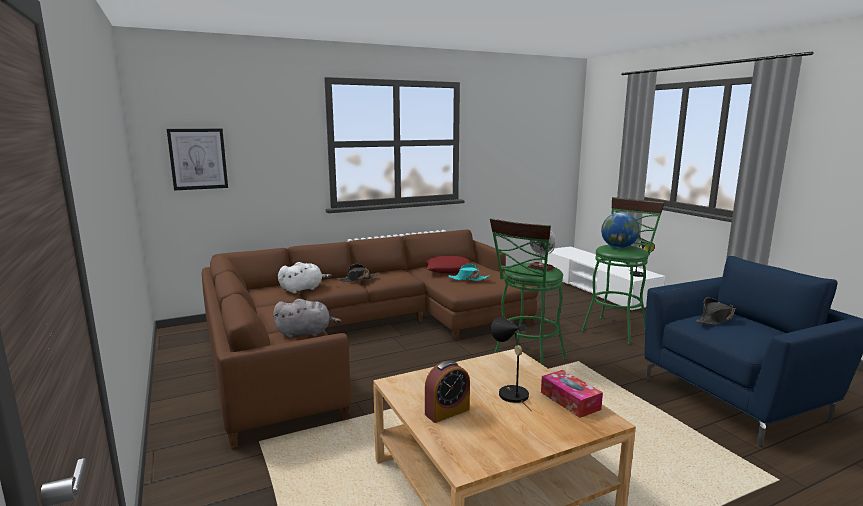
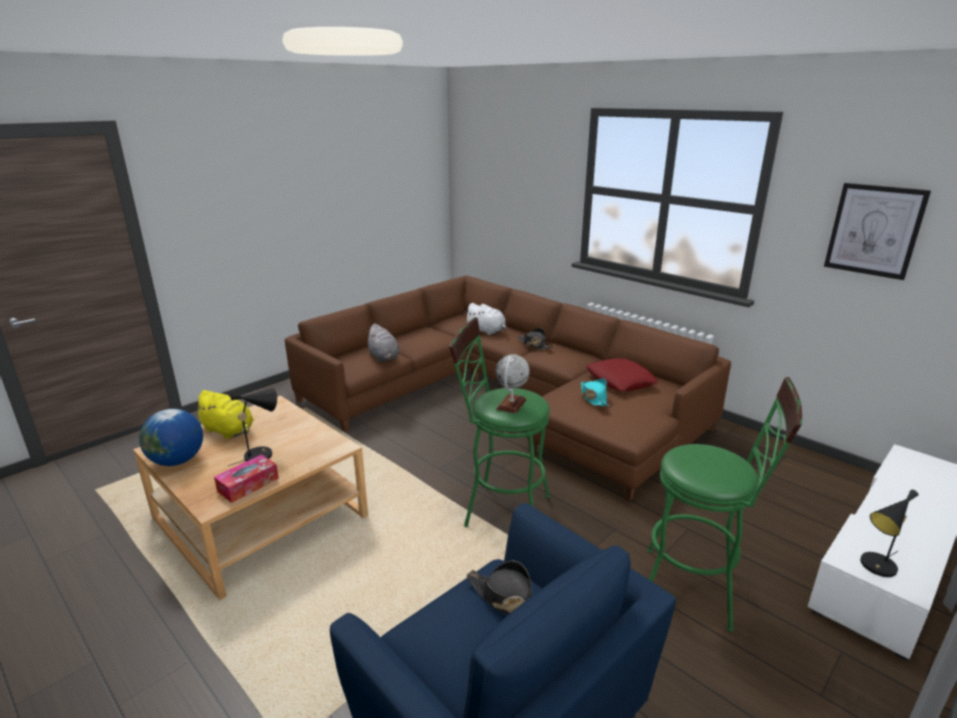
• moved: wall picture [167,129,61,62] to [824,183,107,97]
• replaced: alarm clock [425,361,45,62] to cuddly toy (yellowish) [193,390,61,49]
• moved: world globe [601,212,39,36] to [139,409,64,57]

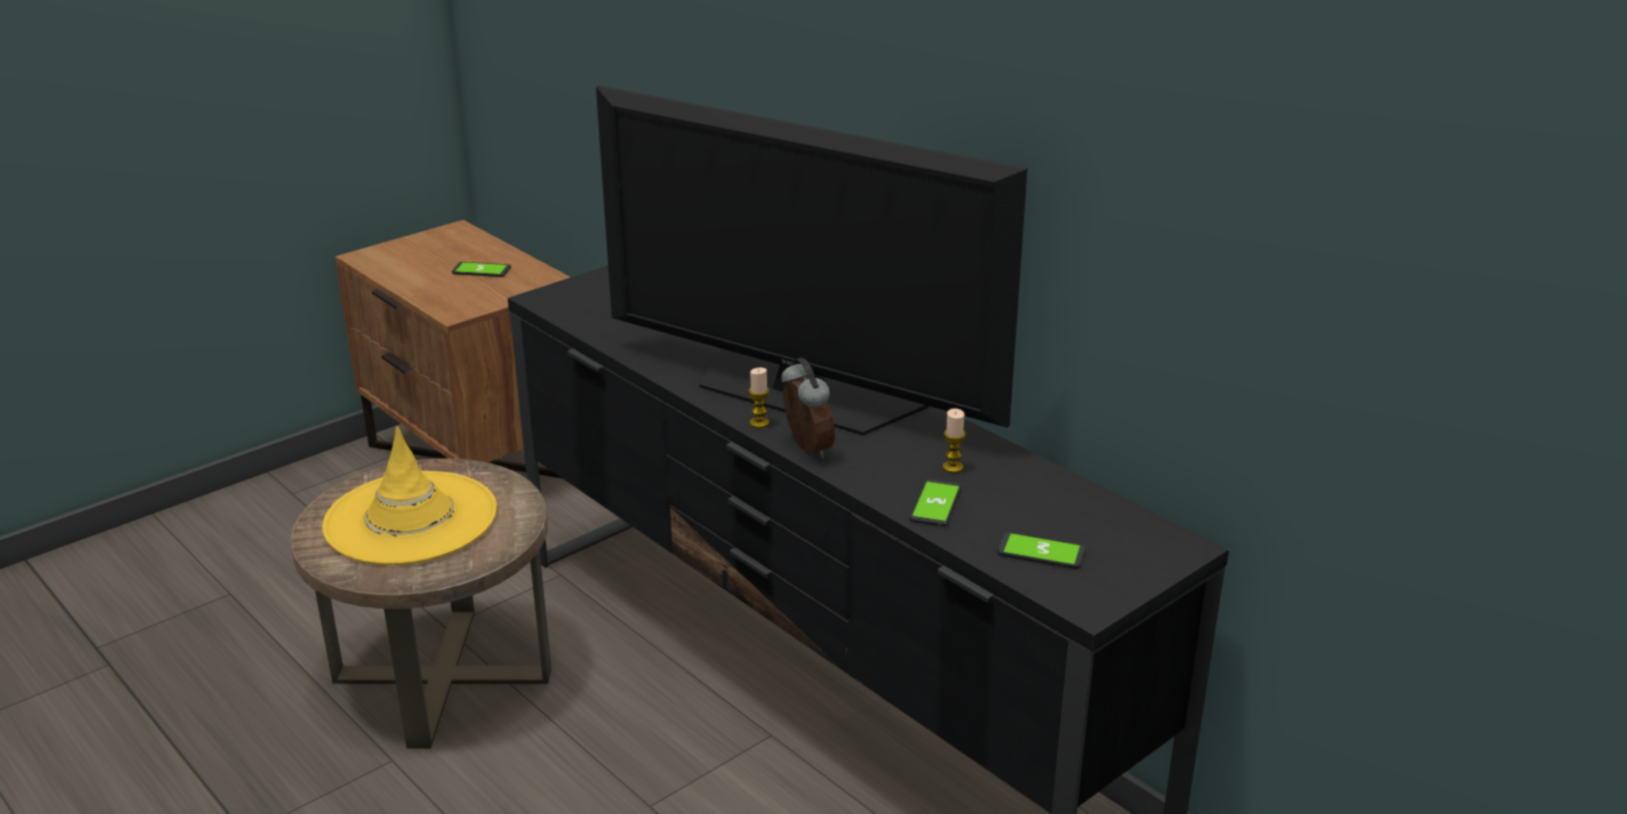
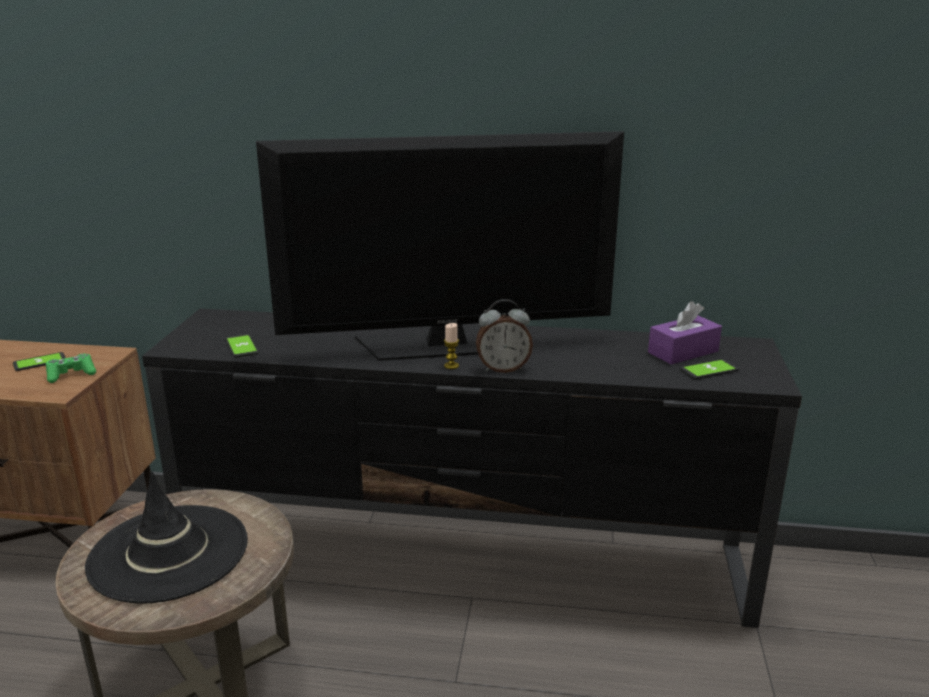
• recoloured: hat (yellowish) [322,426,175,139] to hat (blackish) [85,471,163,133]
• turned: alarm clock [781,358,54,100] = [476,299,57,74] 150 degrees clockwise
• moved: handset [909,479,53,47] to [225,334,34,24]
• removed: wax candle [943,408,23,65]
• added: gamepad (green-coloured) [46,353,50,30]
• added: tissue box (purplish) [648,301,74,64]

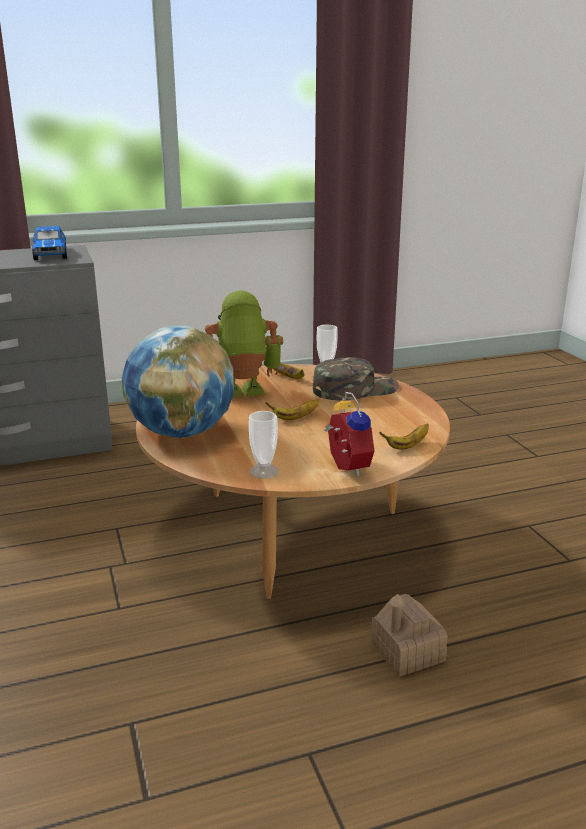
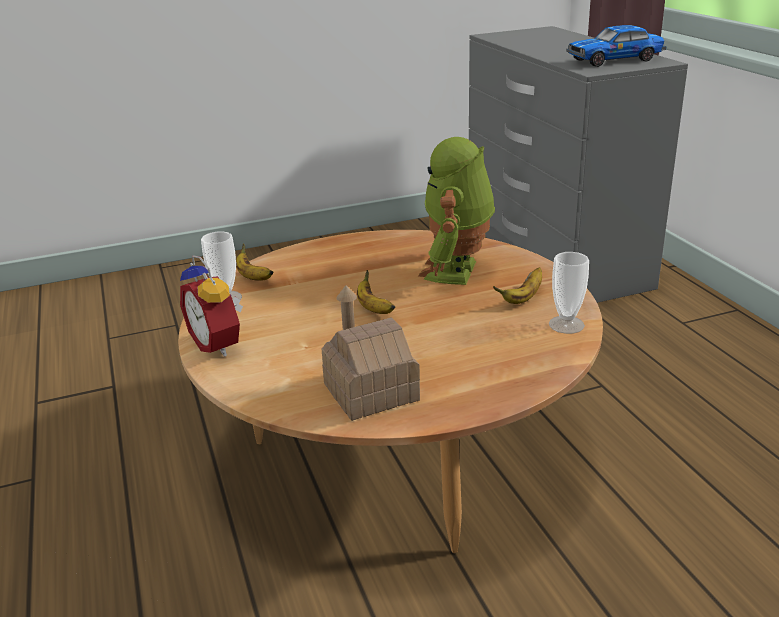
• removed: world globe [122,325,112,113]
• turned: model robot [205,291,78,107] = [418,137,77,148] 150 degrees counterclockwise
• removed: baseball cap (green-coloured) [313,357,86,44]
• turned: alarm clock [324,392,50,84] = [180,255,63,102] 75 degrees clockwise
• moved: model house [372,594,75,83] to [322,285,98,136]
• moved: whole banana [379,424,50,26] to [236,243,38,38]

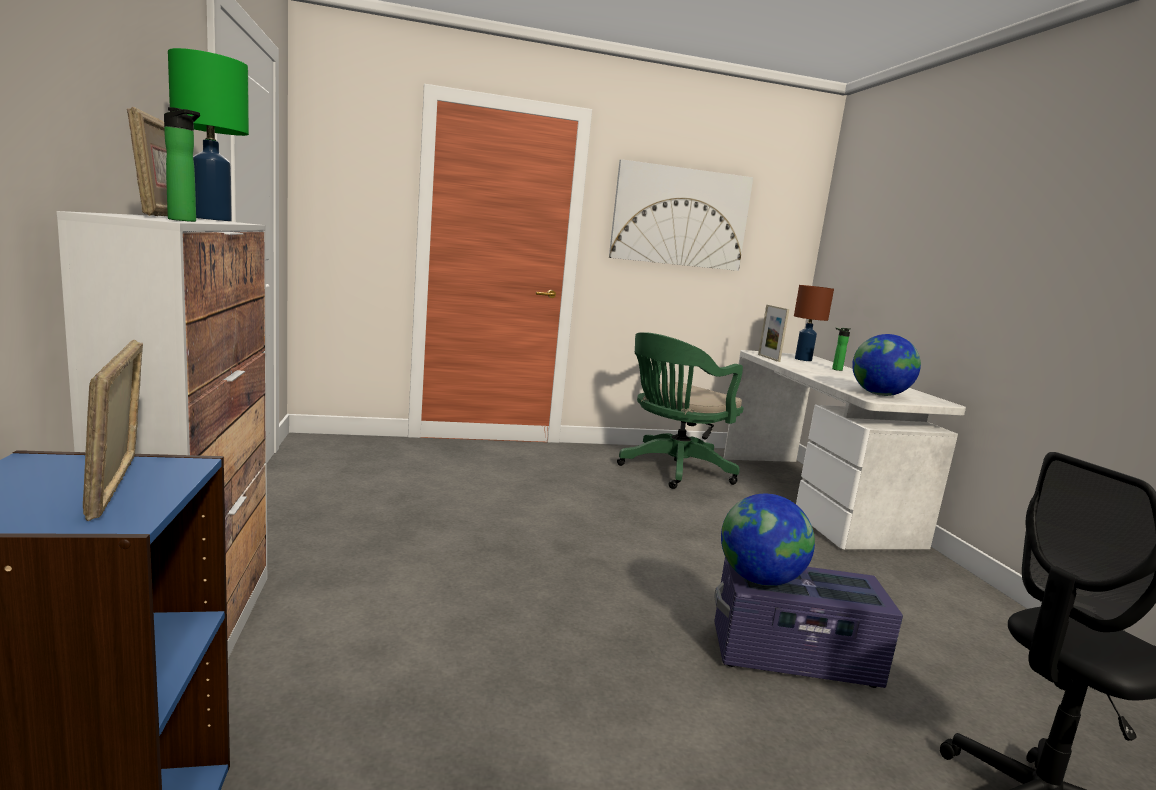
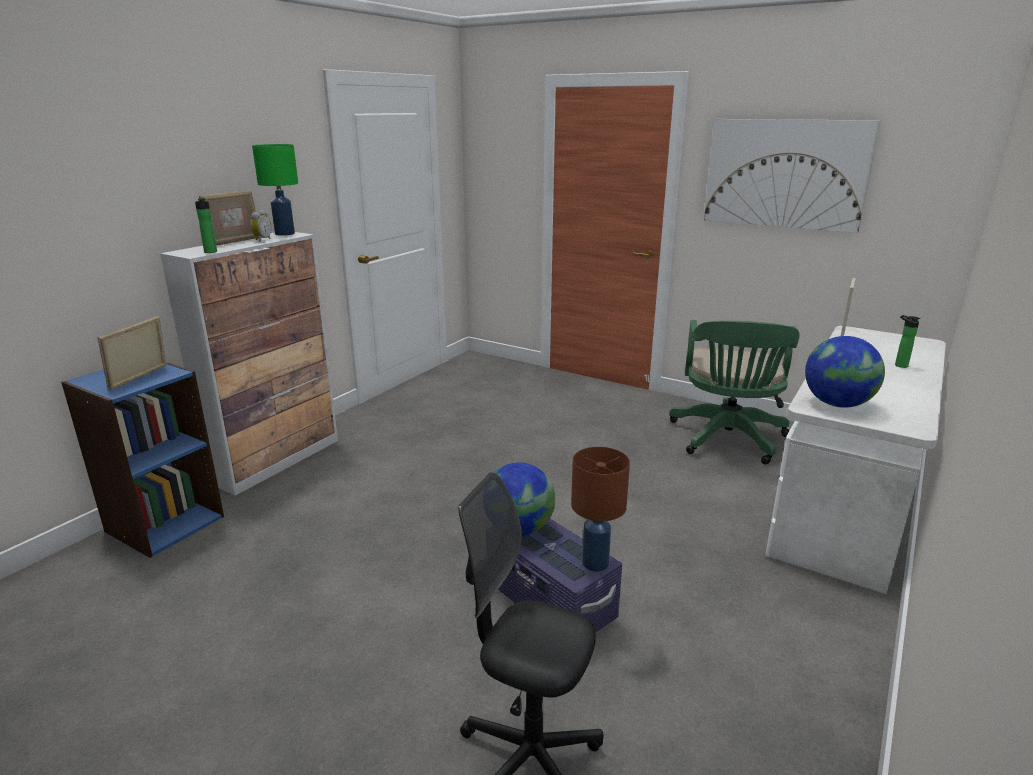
• turned: computer chair (green-coloured) [617,332,127,157] = [669,320,131,144] 75 degrees counterclockwise
• moved: lamp for a table (brownish) [794,285,40,76] to [571,447,59,125]
• added: alarm clock [250,210,22,32]

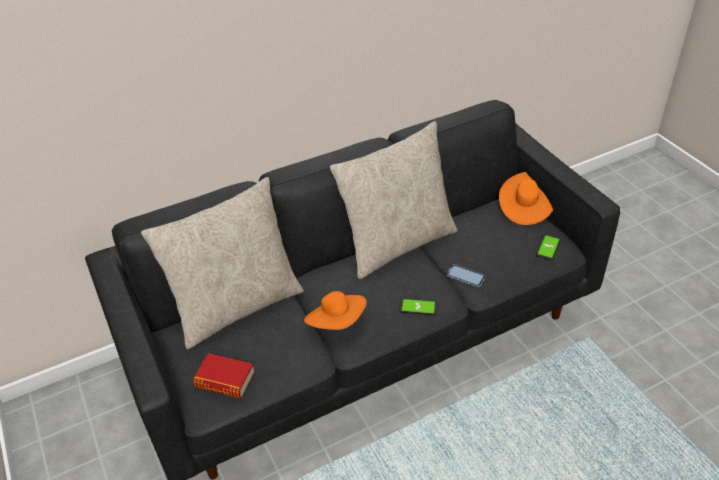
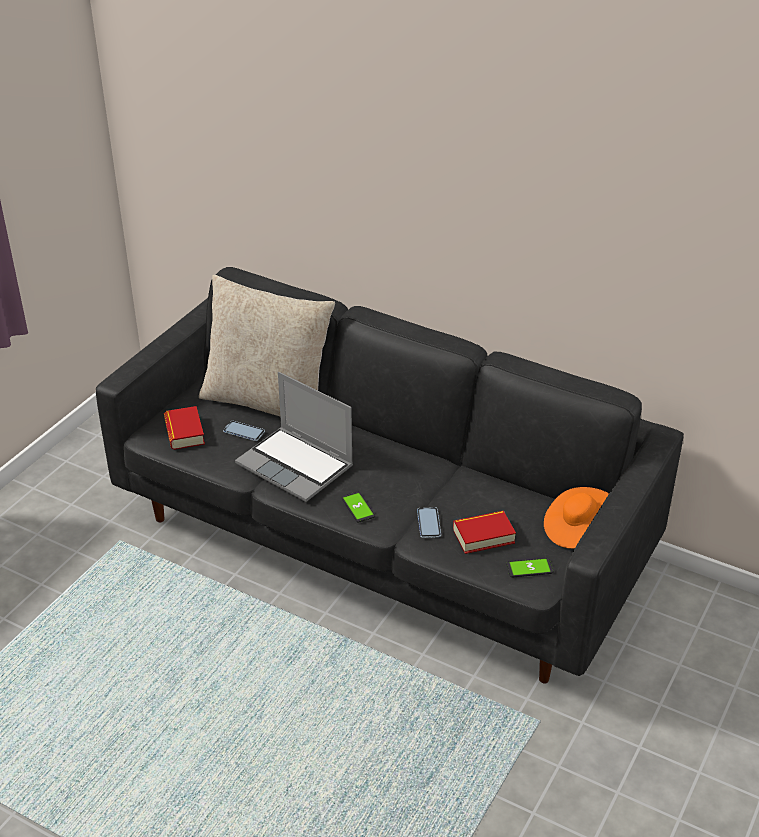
• replaced: hat (orange-coloured) [304,291,63,39] to portable computer [235,372,118,130]
• removed: pillow (beige-coloured) [330,121,128,158]
• added: handset [223,421,42,20]
• added: volume [453,511,63,43]

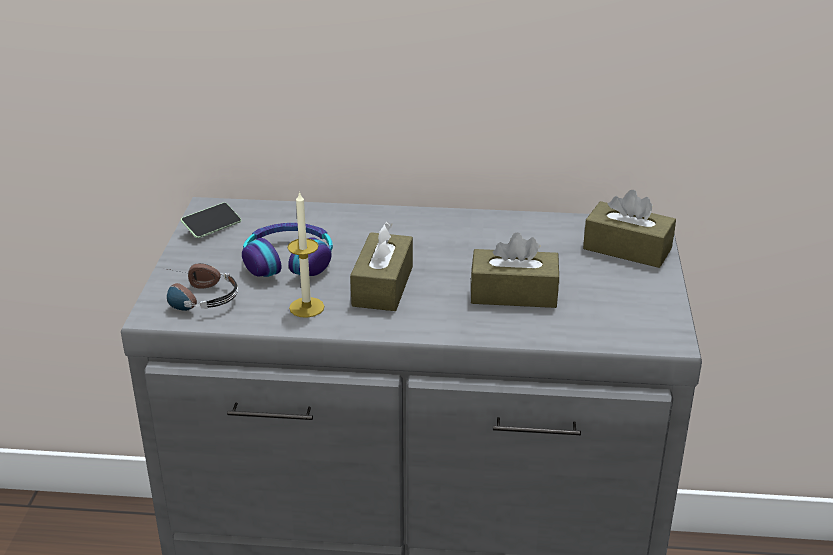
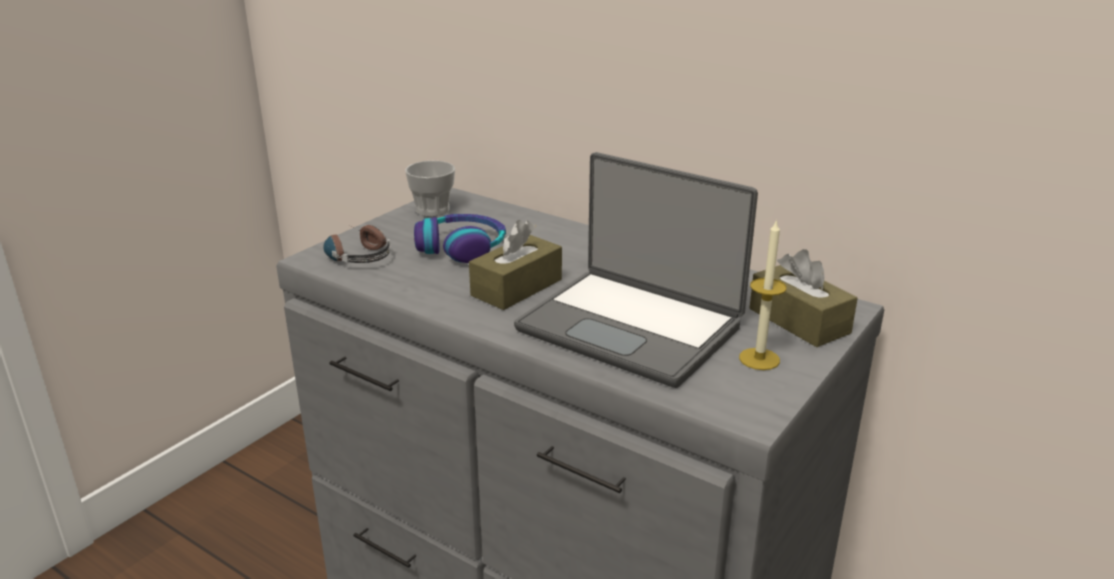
• replaced: handset [181,203,60,35] to cup [405,161,50,55]
• moved: wax candle [287,191,38,127] to [739,219,48,151]
• replaced: tissue box (brownish) [470,232,89,76] to portable computer [514,152,244,236]

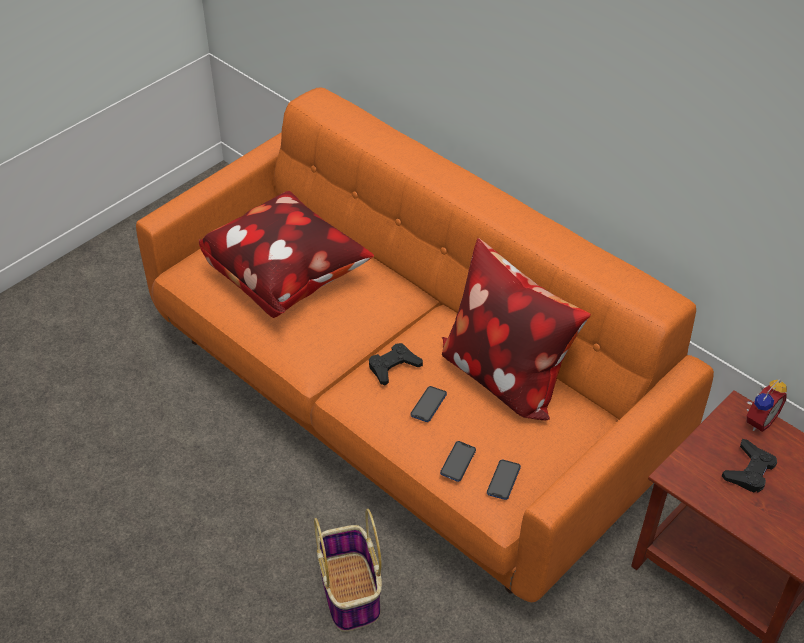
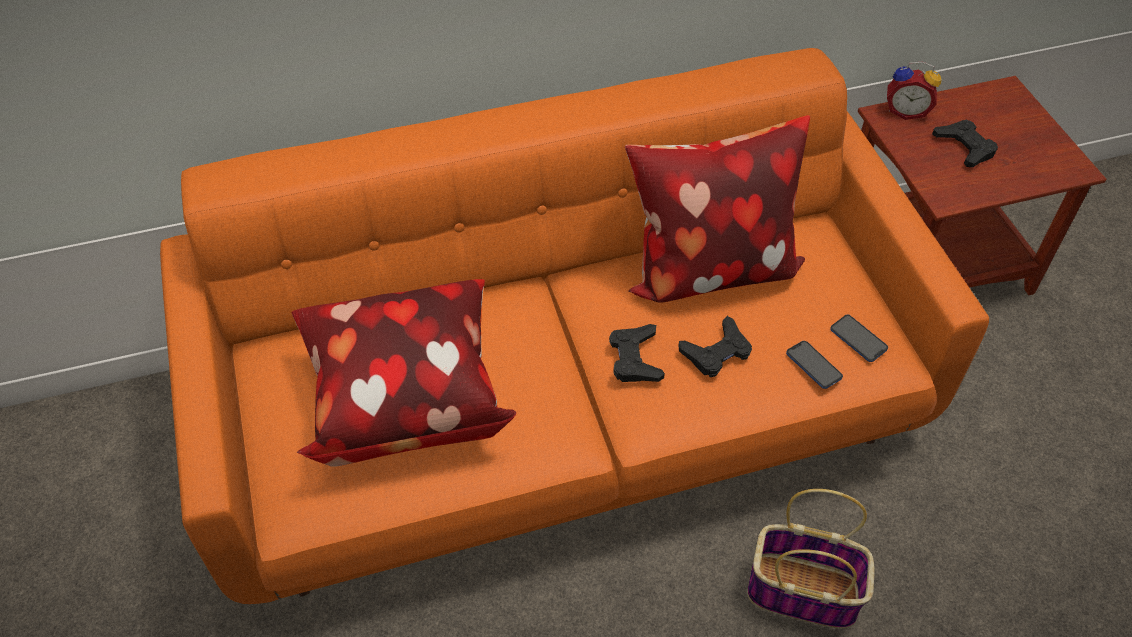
• replaced: handset [410,386,37,36] to gamepad (blackish) [678,316,74,61]
• turned: alarm clock [746,379,41,53] = [887,62,55,58] 120 degrees clockwise

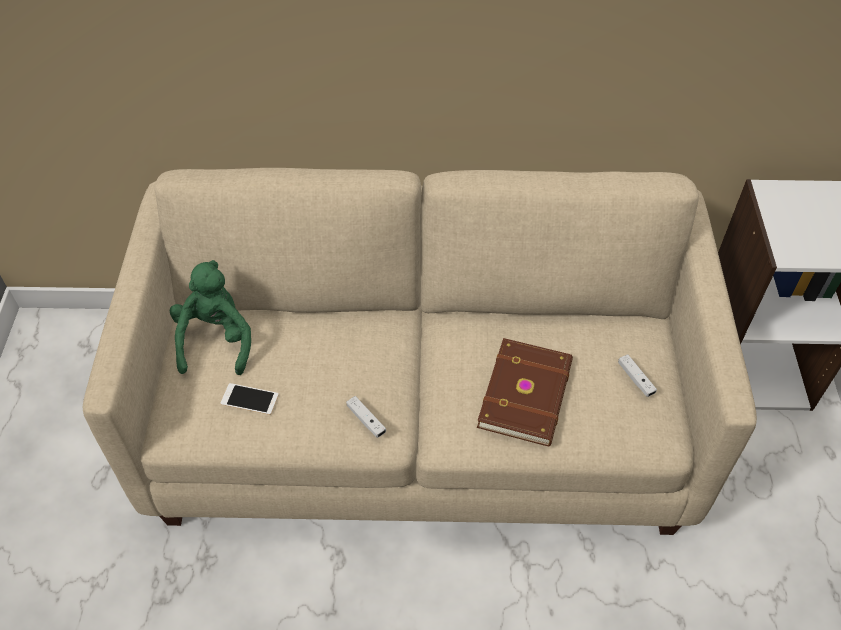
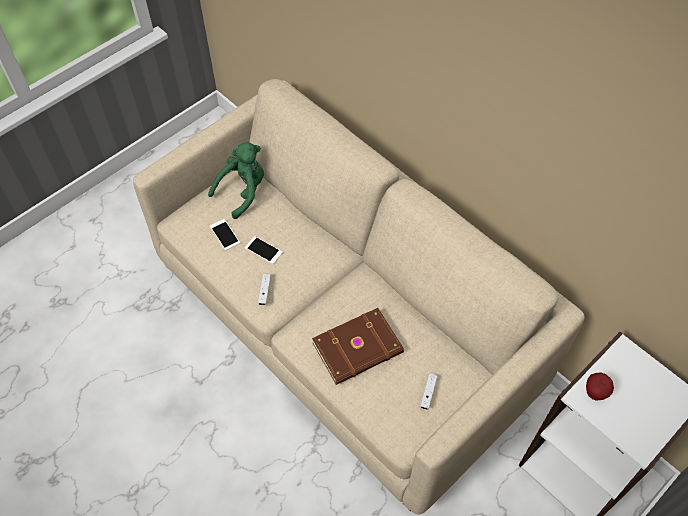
• added: handset [245,236,38,28]
• added: apple [586,373,28,27]

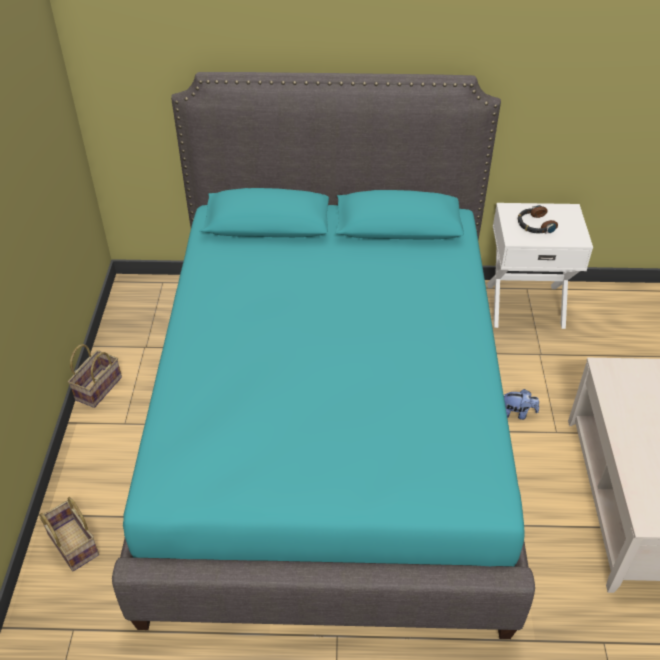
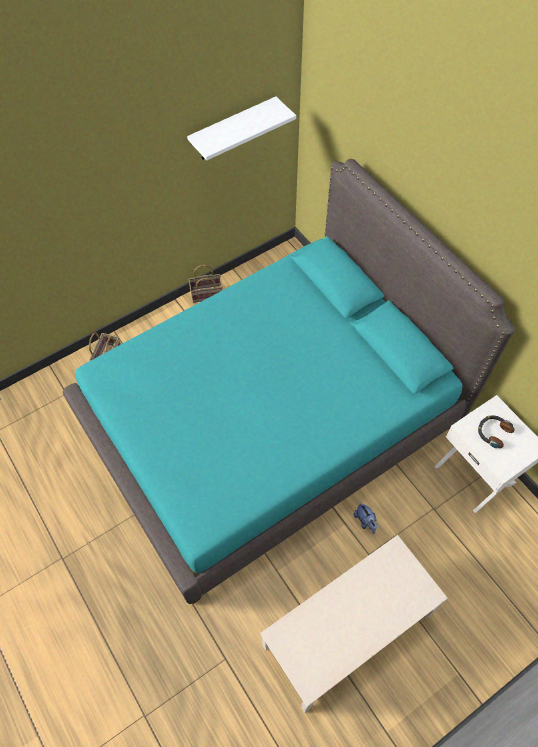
• added: bracket shelf (whitish) [187,97,109,63]

